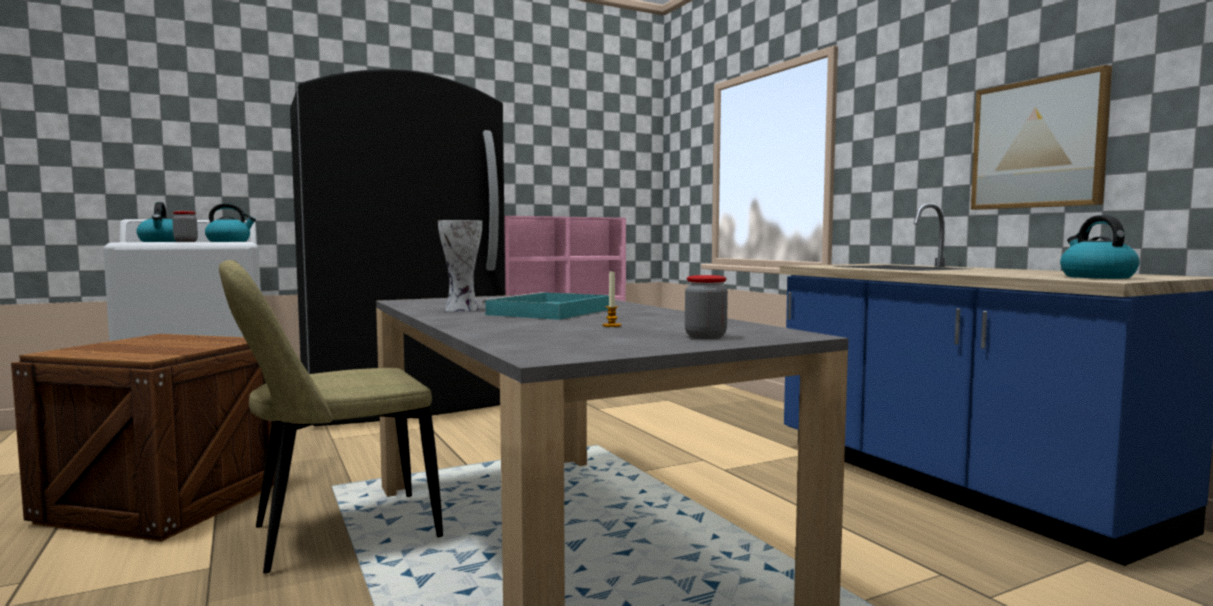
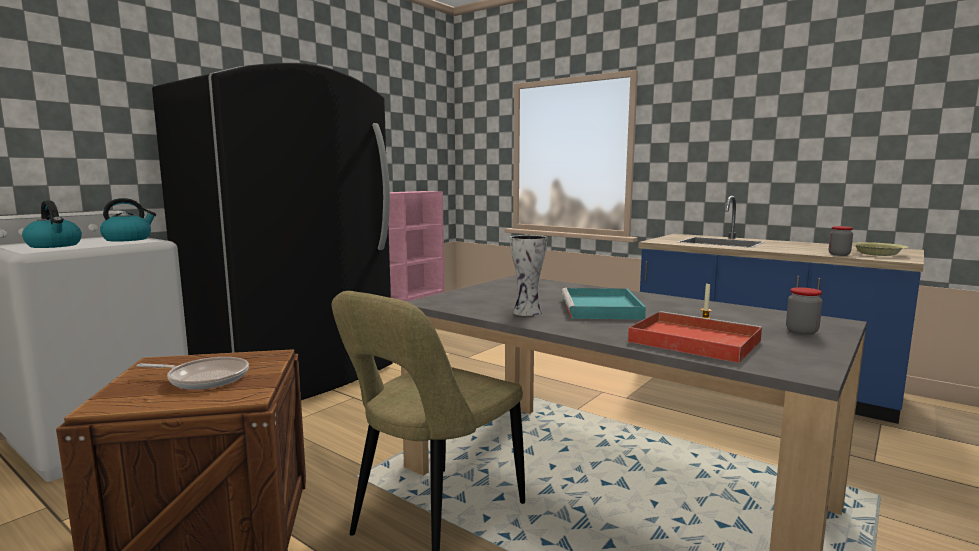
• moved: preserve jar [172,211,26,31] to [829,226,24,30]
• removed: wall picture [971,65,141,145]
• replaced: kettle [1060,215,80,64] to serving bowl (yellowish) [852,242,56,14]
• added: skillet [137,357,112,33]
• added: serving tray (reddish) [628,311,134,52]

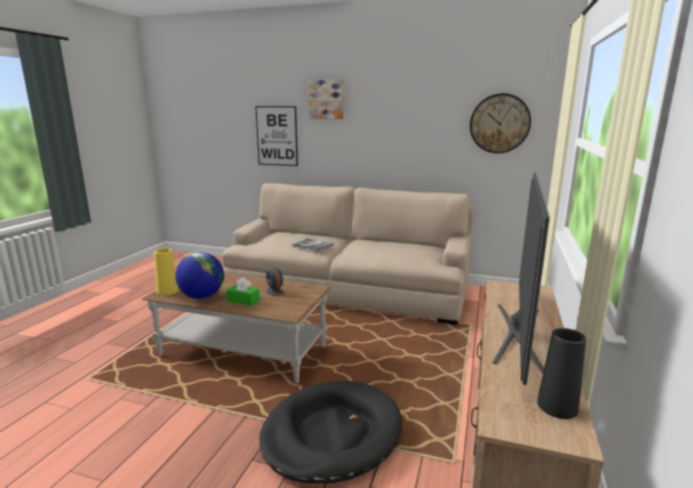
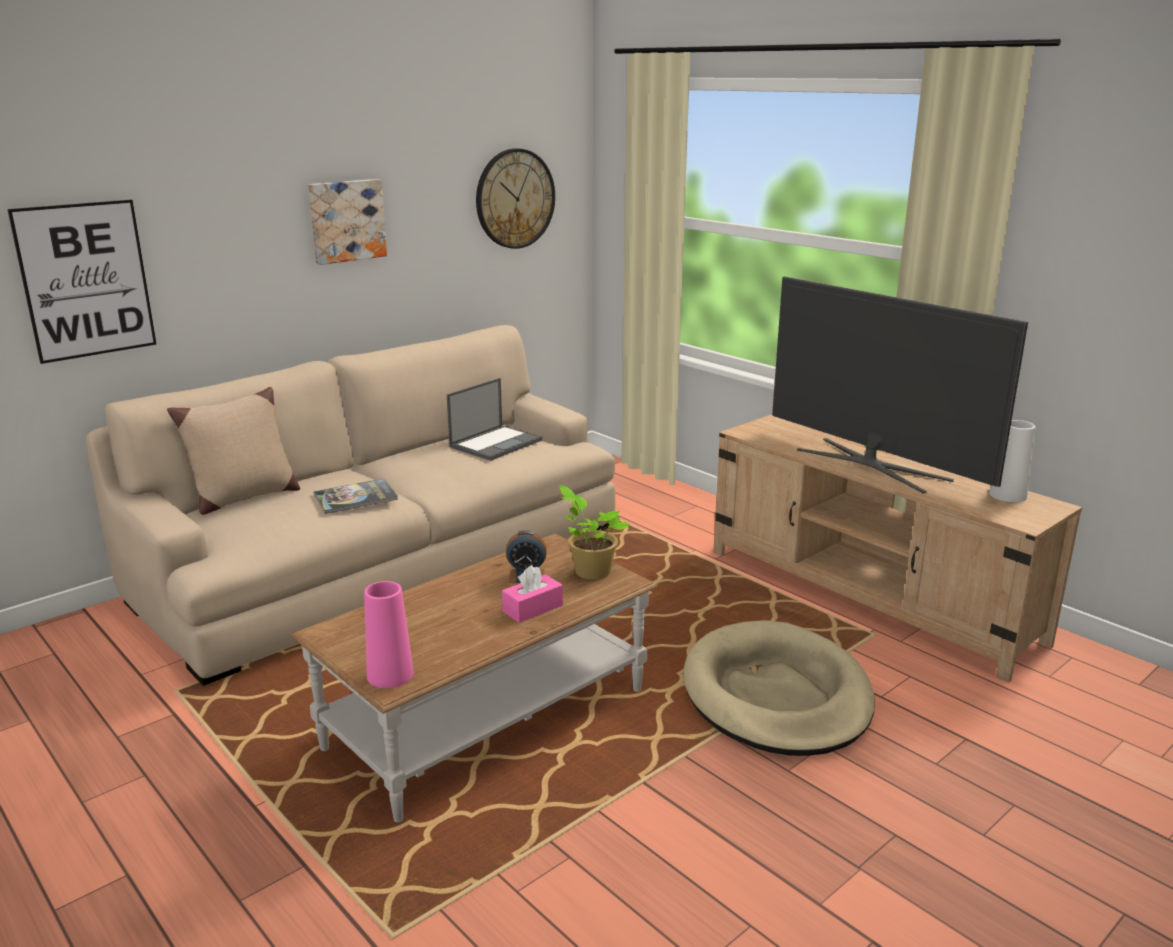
• recoloured: decorative vase (yellowish) [154,248,25,48] to decorative vase (pinkish) [364,581,50,107]
• removed: world globe [175,252,49,47]
• recoloured: tissue box (green-coloured) [226,278,34,28] to tissue box (pinkish) [502,565,61,58]
• recoloured: dog bed (blackish) [259,381,143,103] to dog bed (beige-coloured) [683,620,192,136]
• moved: wall picture [308,80,36,39] to [308,179,79,86]
• recoloured: decorative vase (blackish) [537,328,49,91] to decorative vase (whitish) [989,420,46,82]
• added: pillow (beige-coloured) [167,387,133,128]
• added: portable computer [447,378,95,83]
• added: plant in a pot [560,485,70,95]

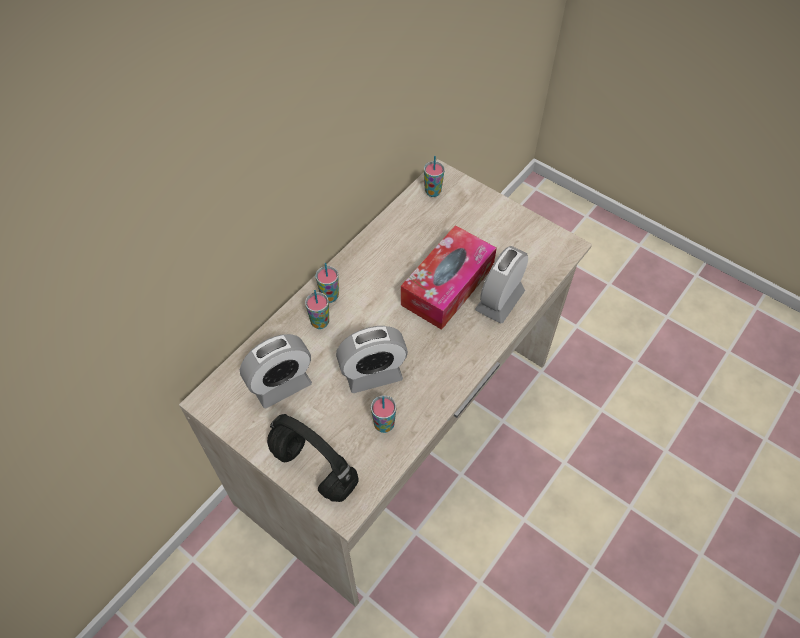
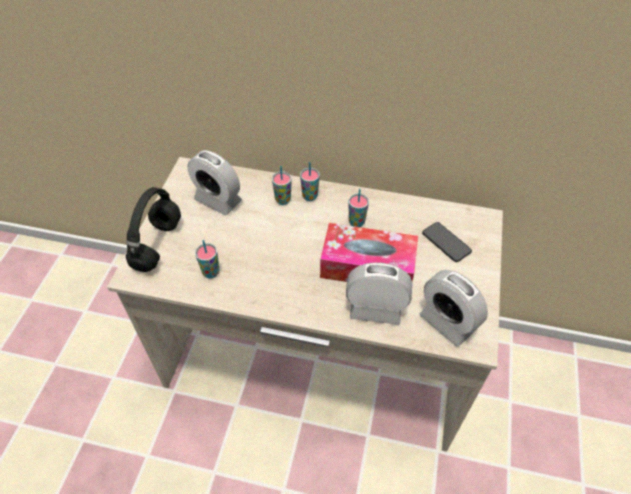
• moved: alarm clock [336,326,72,67] to [420,270,68,77]
• moved: cup [424,156,21,41] to [348,189,21,38]
• added: handset [422,222,50,40]

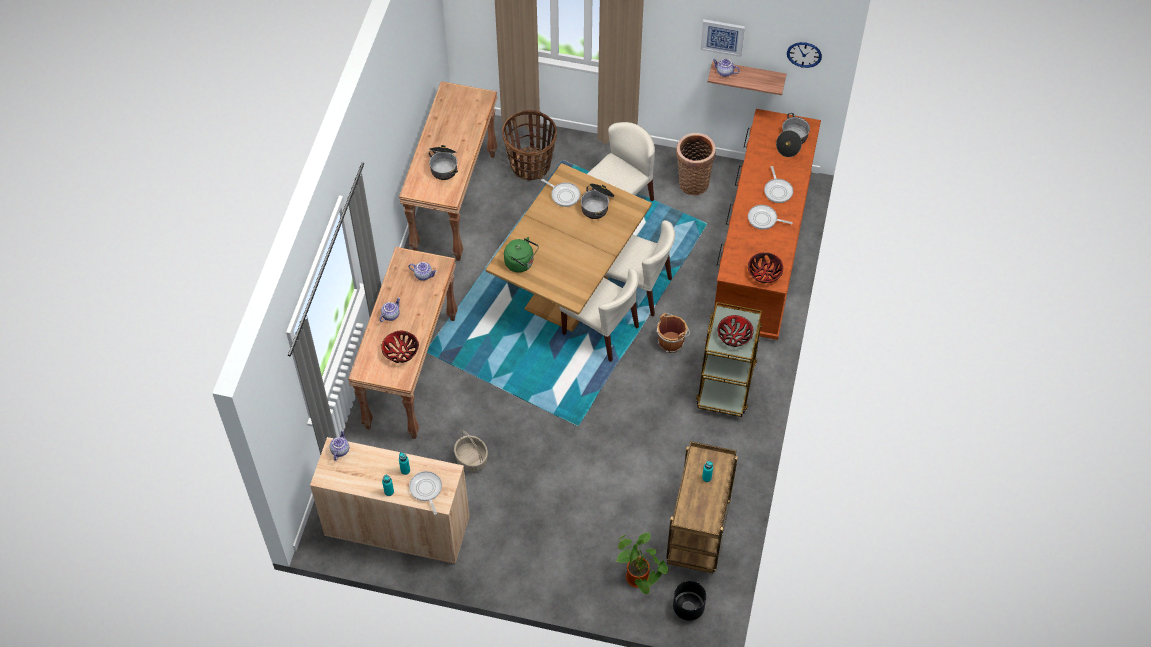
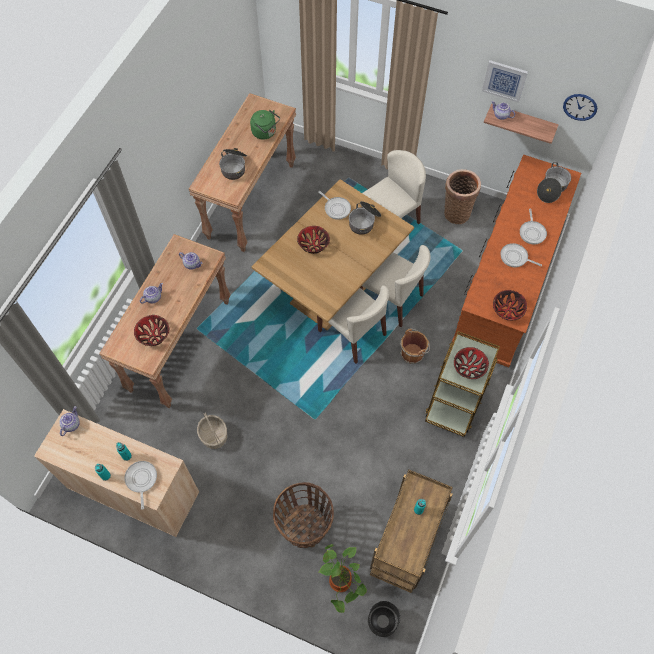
• moved: basket [502,110,55,71] to [273,482,61,66]
• moved: kettle (green-coloured) [504,237,35,36] to [250,110,30,30]
• added: serving bowl [297,226,33,28]

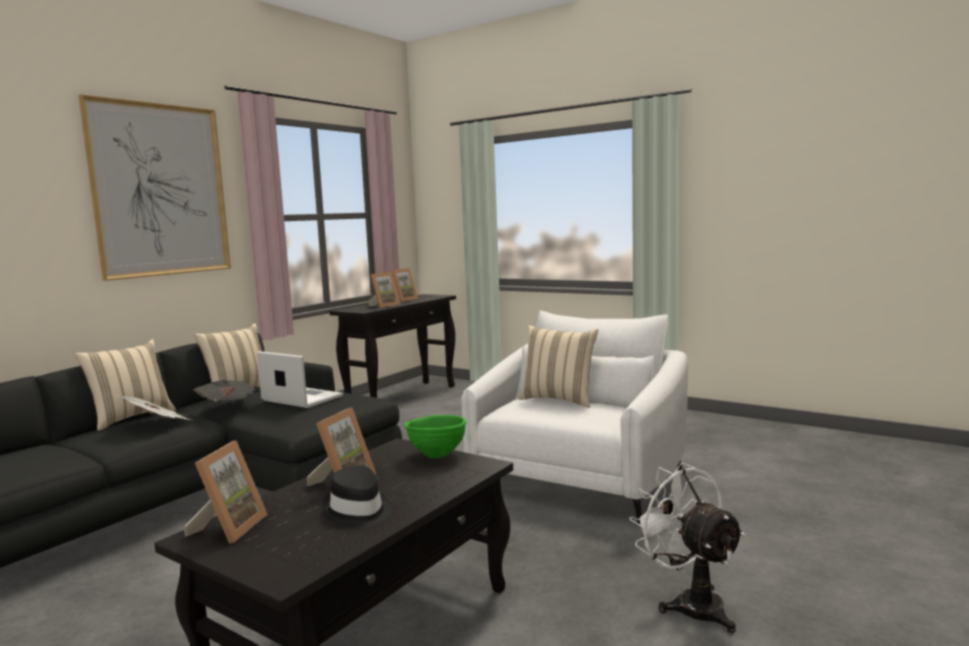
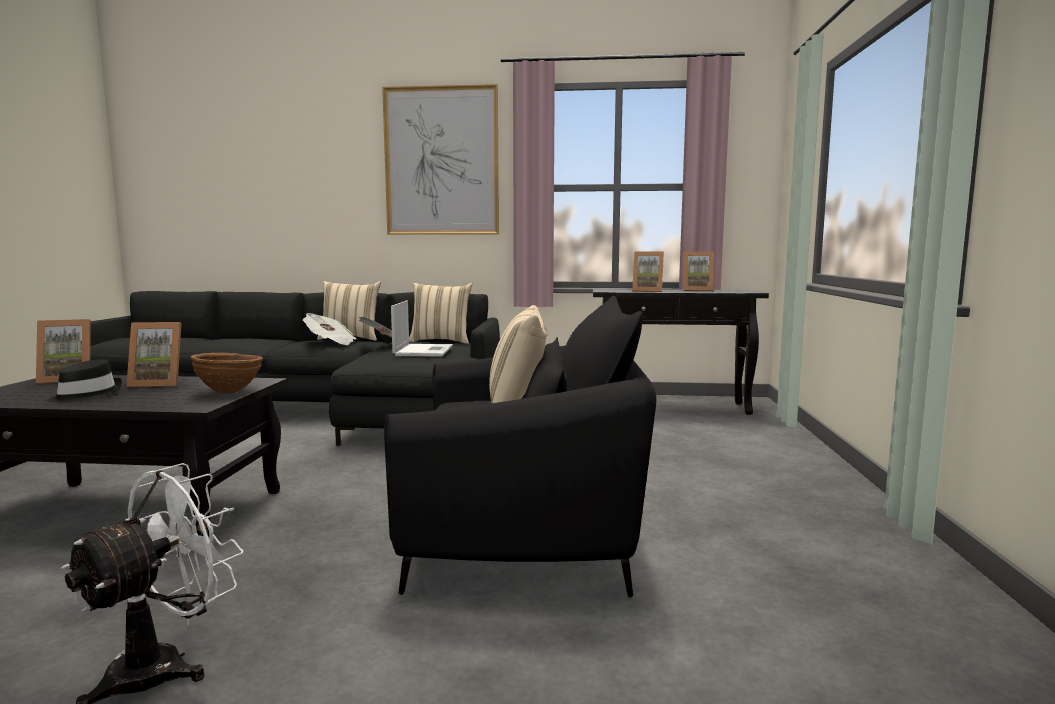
• recoloured: serving bowl (green-coloured) [404,415,63,43] to serving bowl (brownish) [191,353,72,41]
• recoloured: lounge chair (whitish) [461,311,227,214] to lounge chair (blackish) [384,296,272,302]

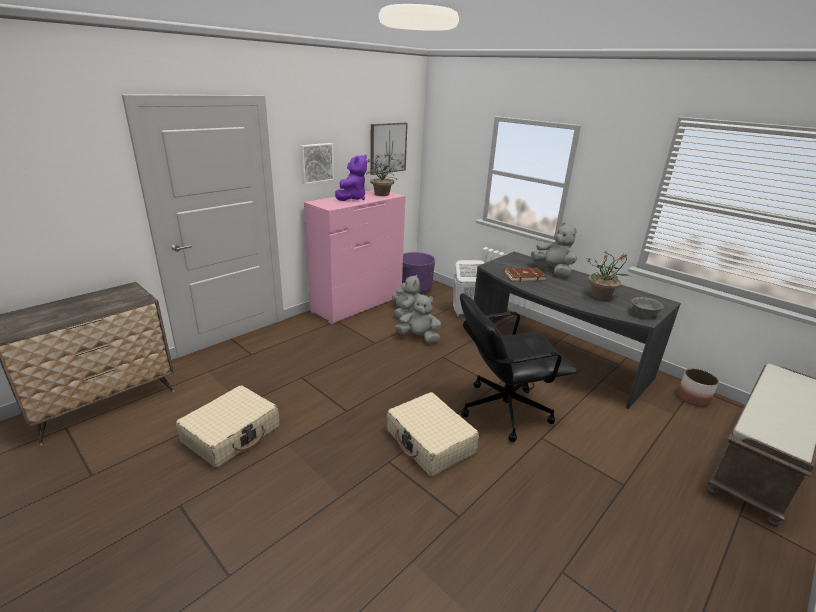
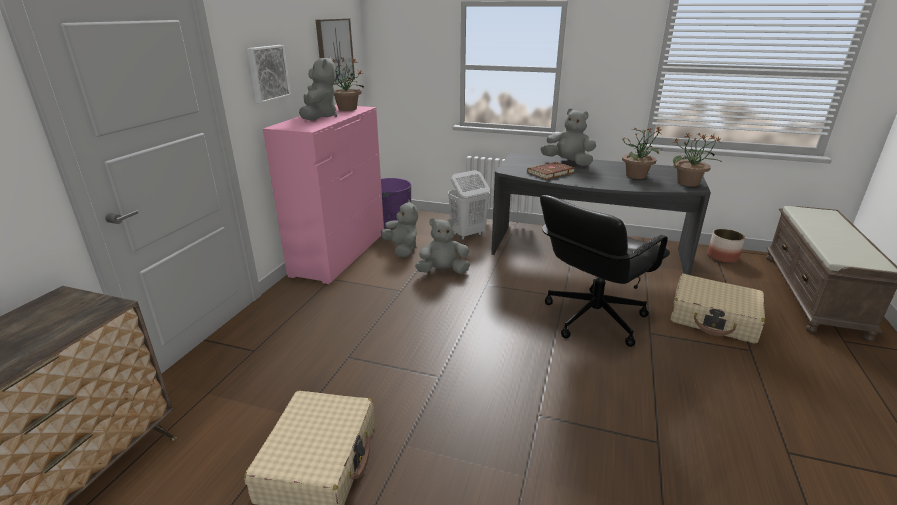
• recoloured: cuddly toy (purplish) [335,154,32,47] to cuddly toy (greyish) [299,56,38,65]
• moved: piece of luggage (beige-coloured) [387,392,92,85] to [670,274,95,70]
• replaced: serving bowl (greyish) [632,297,31,20] to plant in a pot [673,133,49,53]

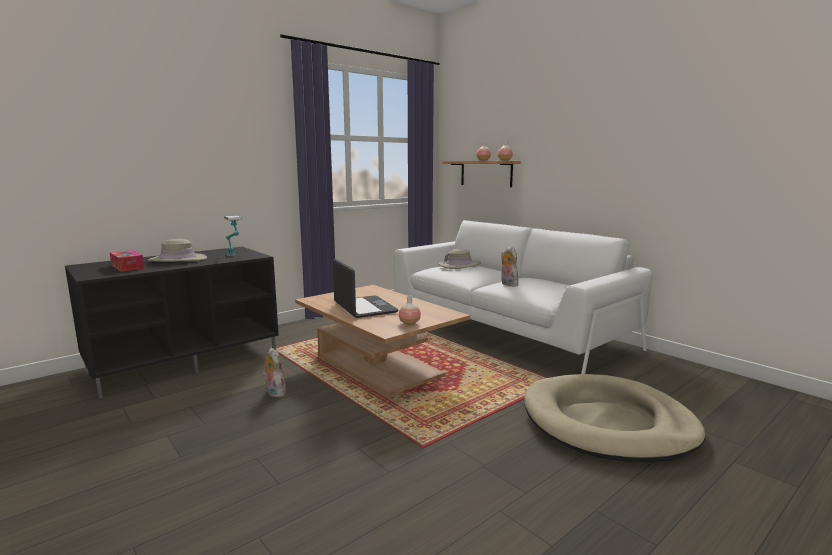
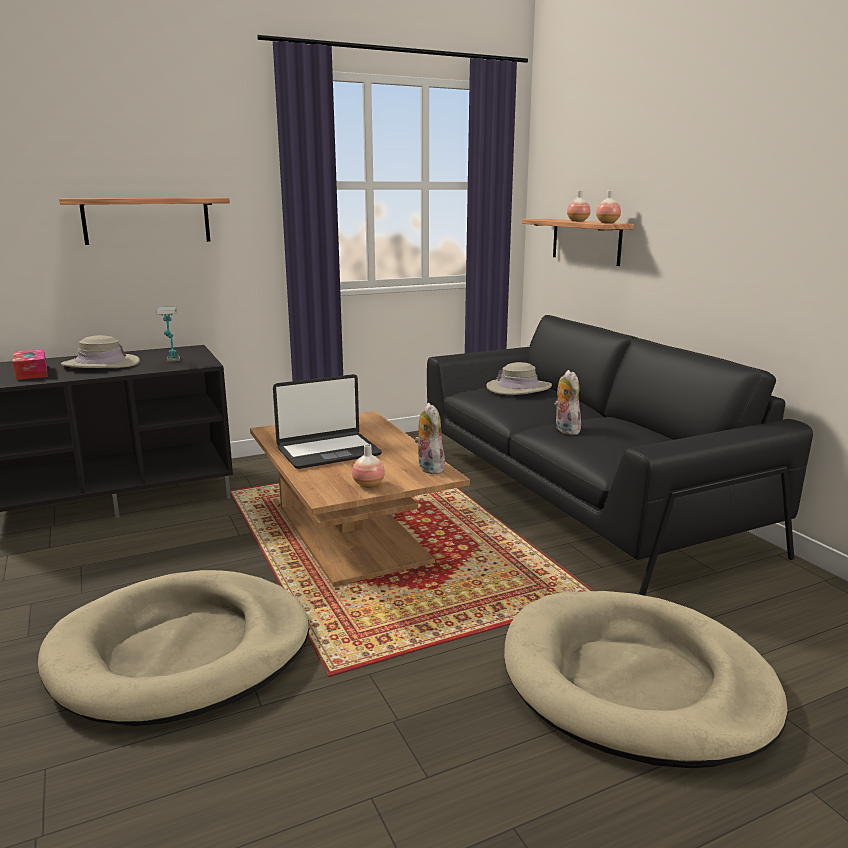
• moved: cuddly toy [262,347,24,50] to [414,403,31,71]
• turned: portable computer [333,259,65,59] = [273,374,109,95] 75 degrees clockwise
• recoloured: couch (whitish) [394,220,259,154] to couch (blackish) [427,315,386,281]
• added: dog bed (beige-coloured) [38,570,271,156]
• added: bracket shelf [59,198,171,47]

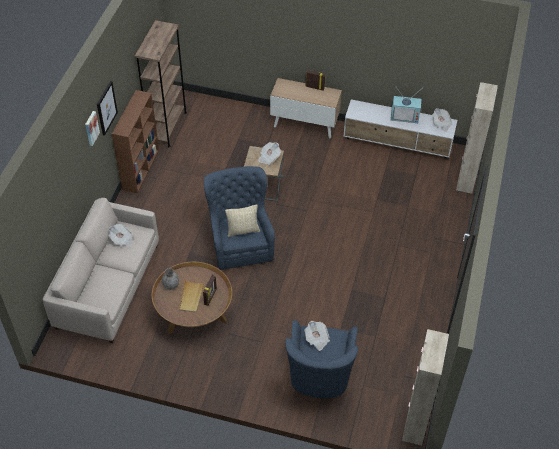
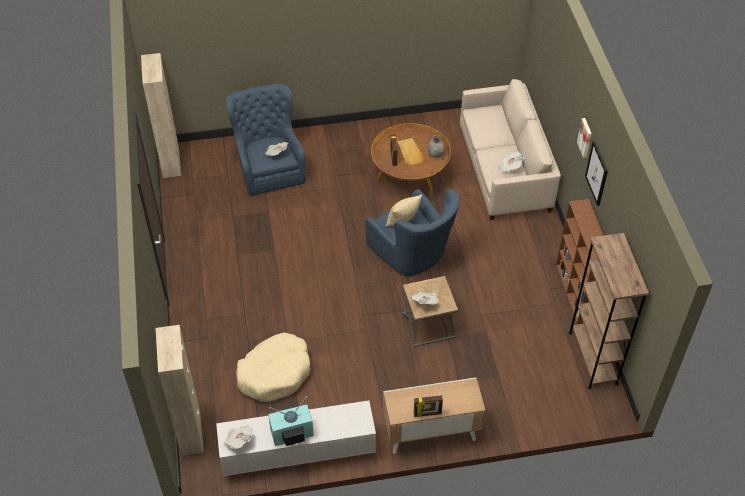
• added: dog bed (beige-coloured) [236,332,74,70]

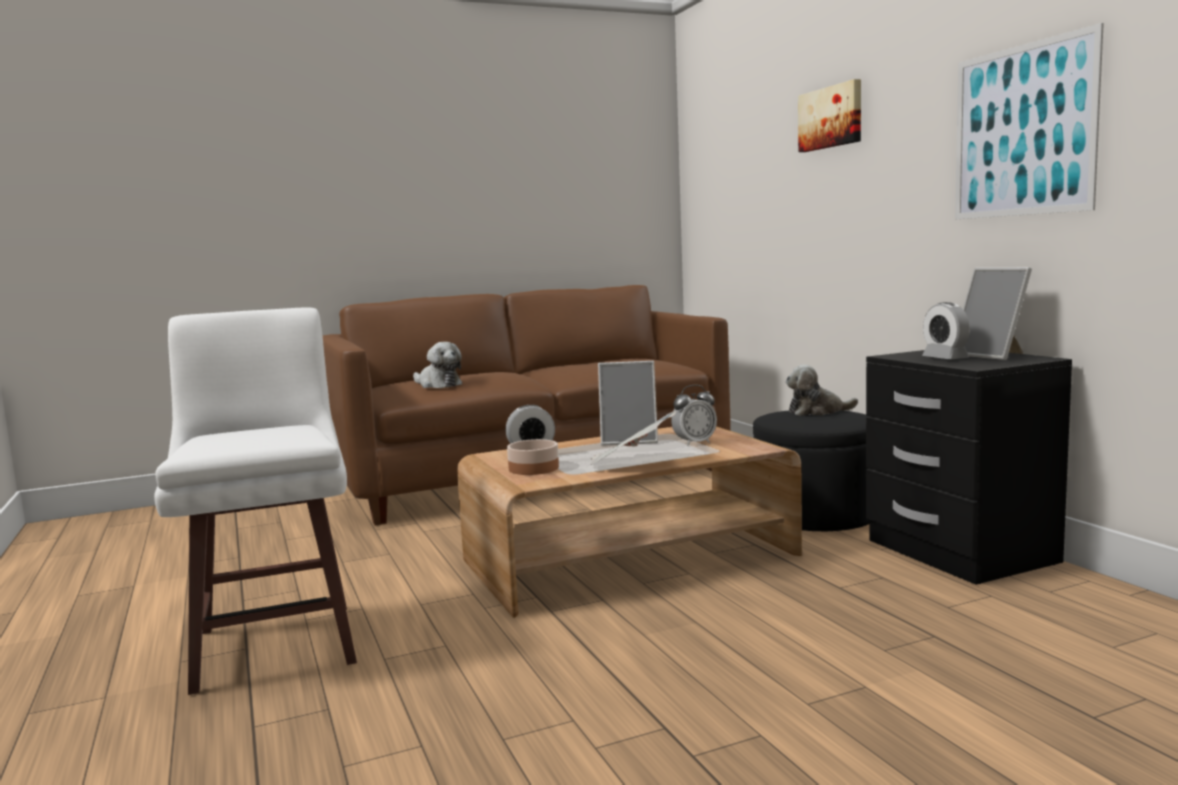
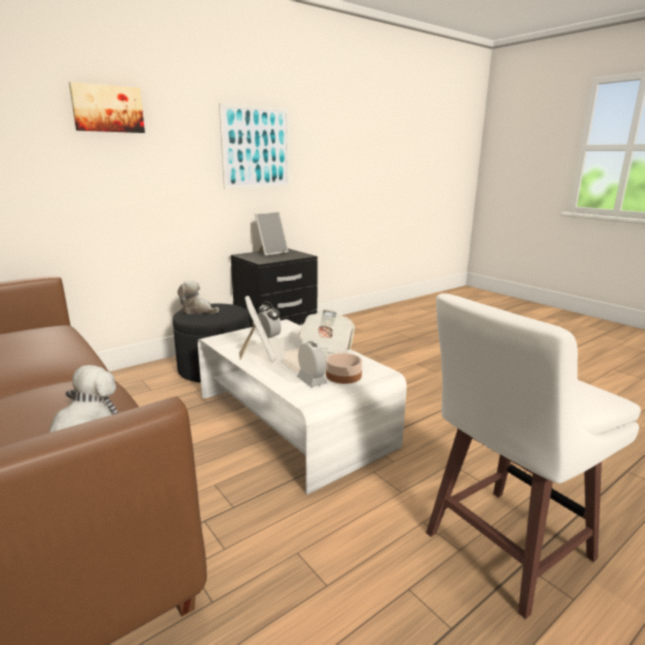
• recoloured: lounge table (brownish) [457,426,345,192] to lounge table (whitish) [198,319,209,176]
• turned: cuddly toy [786,365,72,51] = [177,280,42,34] 135 degrees clockwise
• removed: alarm clock [922,302,48,57]

